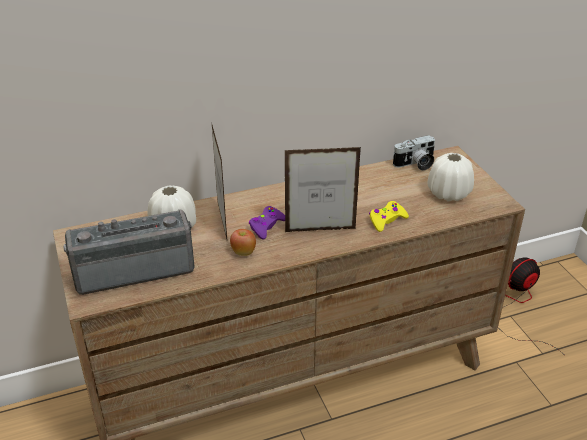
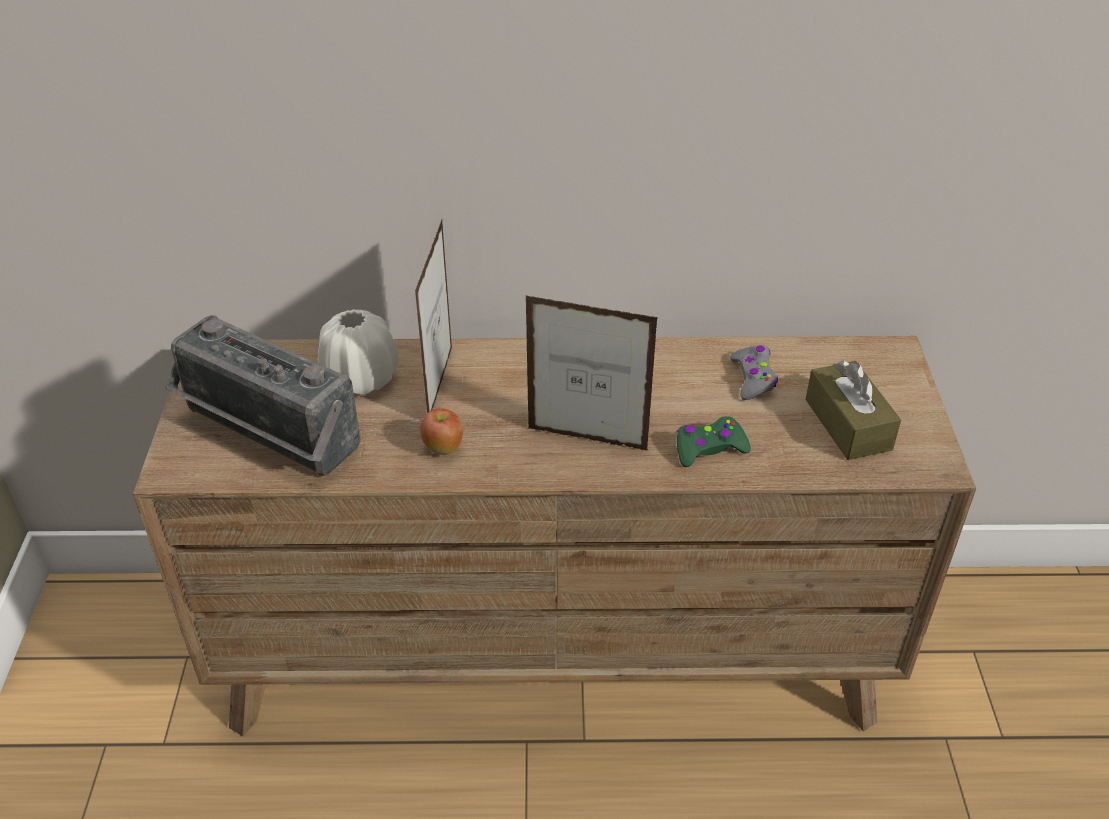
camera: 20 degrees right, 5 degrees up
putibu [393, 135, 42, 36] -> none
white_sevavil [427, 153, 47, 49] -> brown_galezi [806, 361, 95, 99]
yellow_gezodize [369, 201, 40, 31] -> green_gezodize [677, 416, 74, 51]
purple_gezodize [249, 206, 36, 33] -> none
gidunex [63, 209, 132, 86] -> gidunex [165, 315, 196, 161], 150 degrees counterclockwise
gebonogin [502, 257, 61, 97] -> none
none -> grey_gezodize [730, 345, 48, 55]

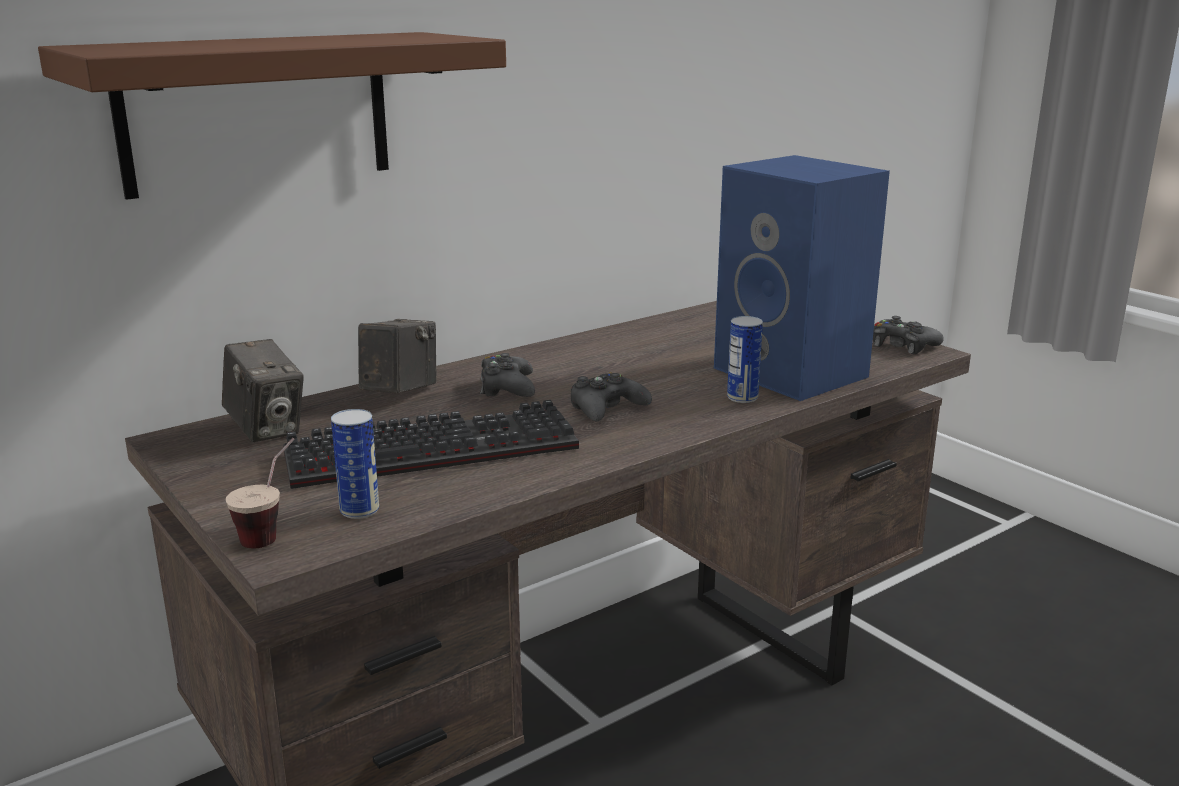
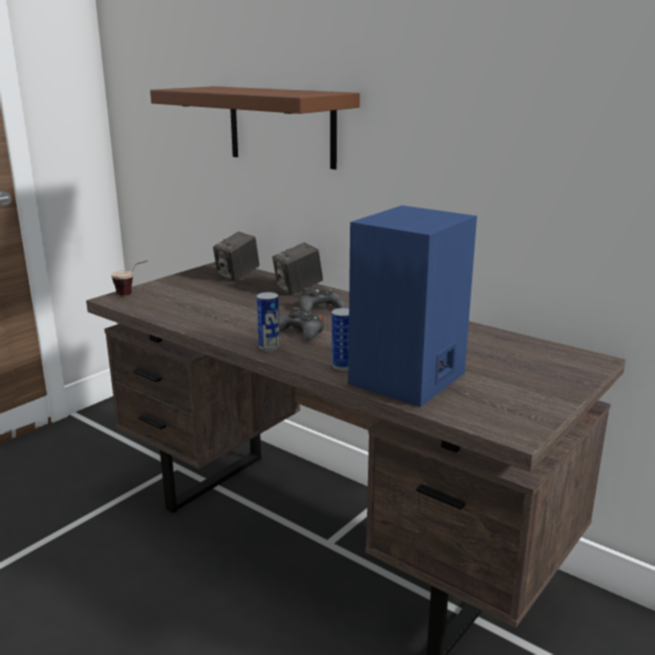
camera: 75 degrees right, 0 degrees up
black_gezodize [873, 316, 71, 38] -> none
putibu [358, 319, 79, 75] -> putibu [272, 242, 51, 53], 135 degrees clockwise
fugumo [283, 400, 296, 89] -> none
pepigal [331, 409, 48, 110] -> pepigal [257, 292, 23, 59], move

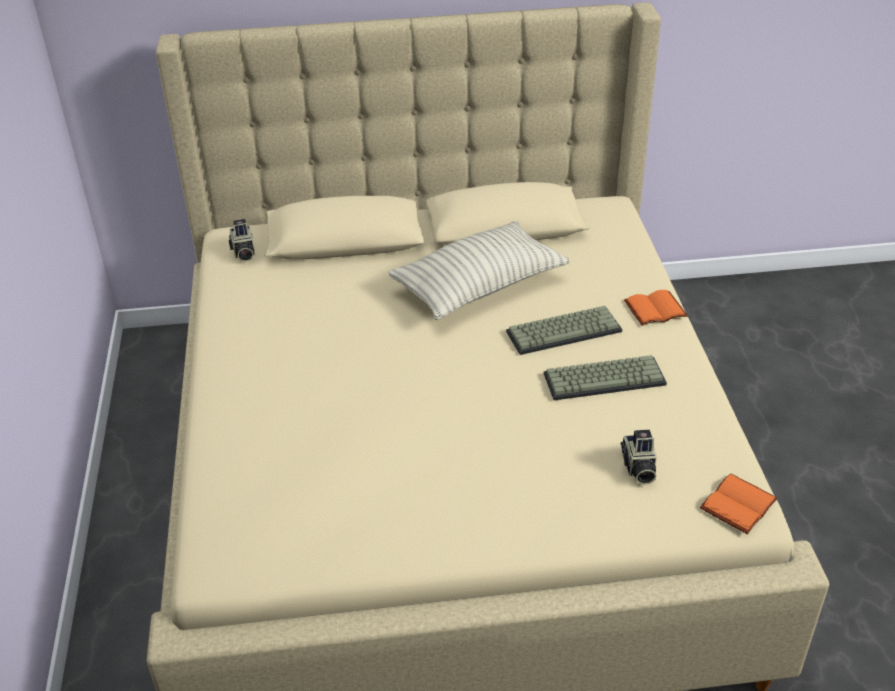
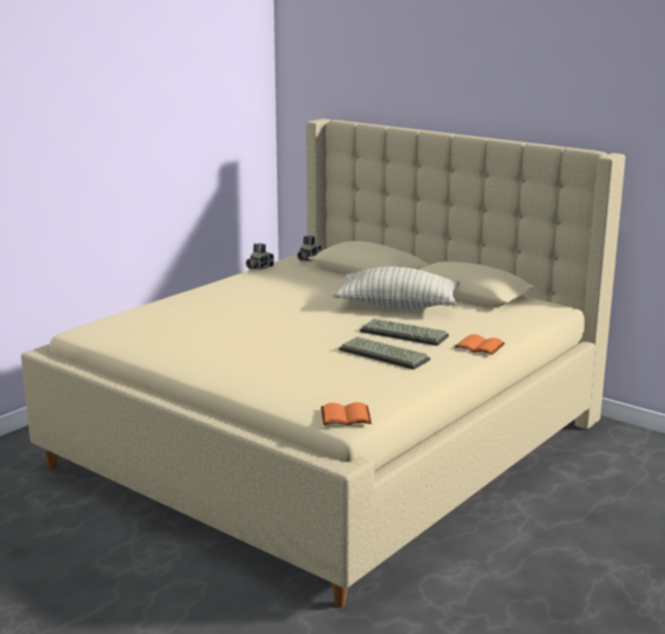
camera: 45 degrees right, 20 degrees down
putibu [621, 430, 36, 55] -> putibu [246, 243, 28, 27], move

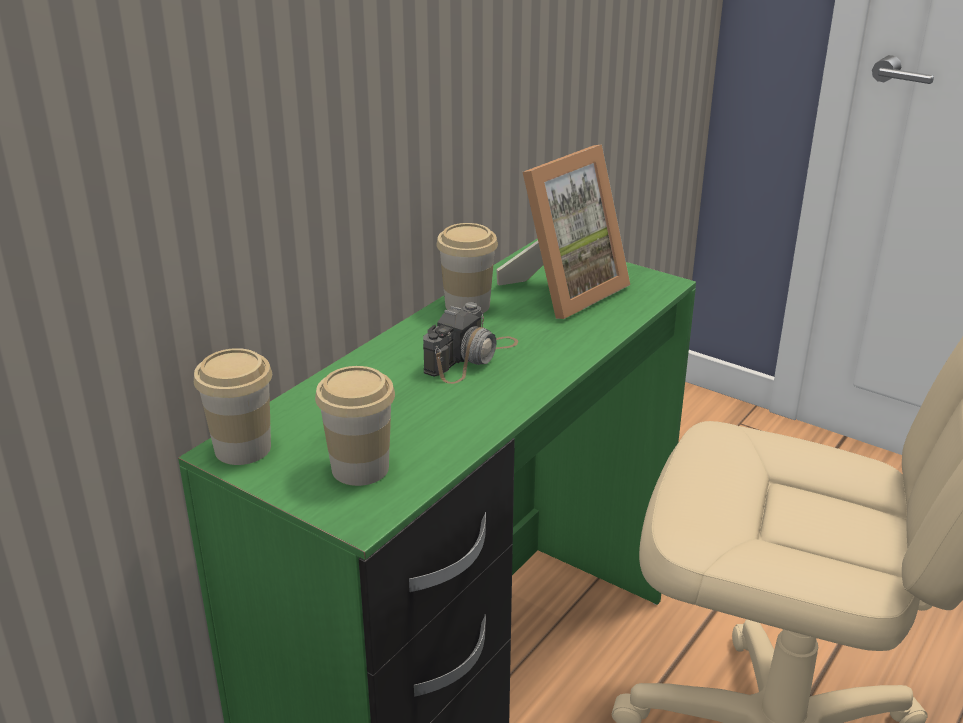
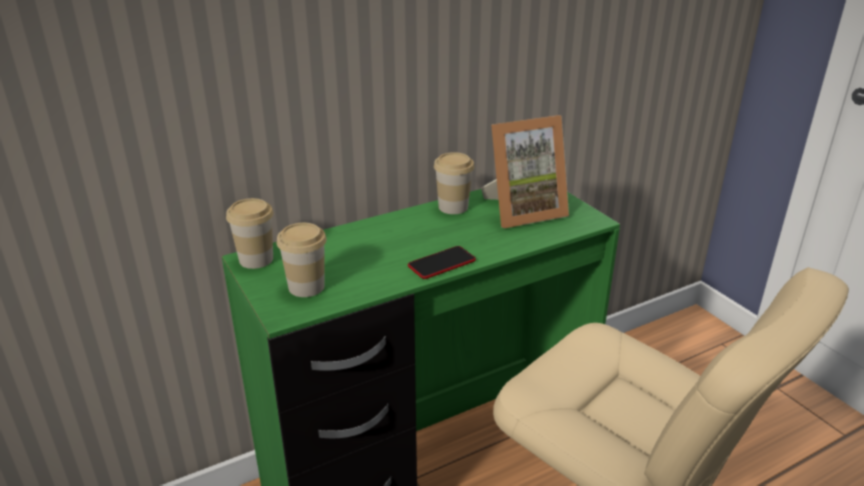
camera: 25 degrees right, 0 degrees up
putibu [423, 302, 95, 82] -> none
none -> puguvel [408, 246, 68, 33]

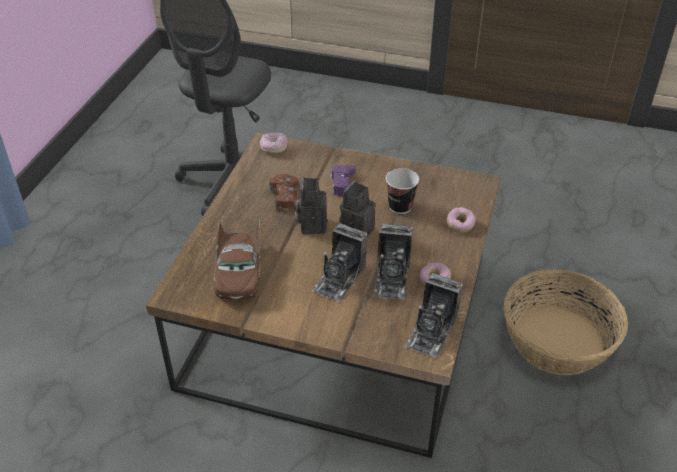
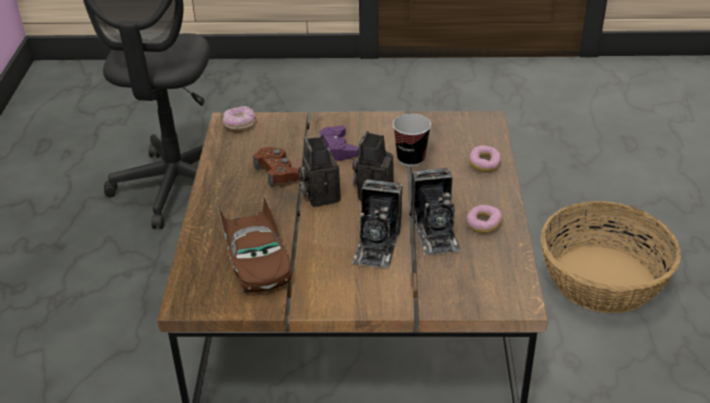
camera: 15 degrees left, 5 degrees down
putibu [405, 273, 58, 85] -> none

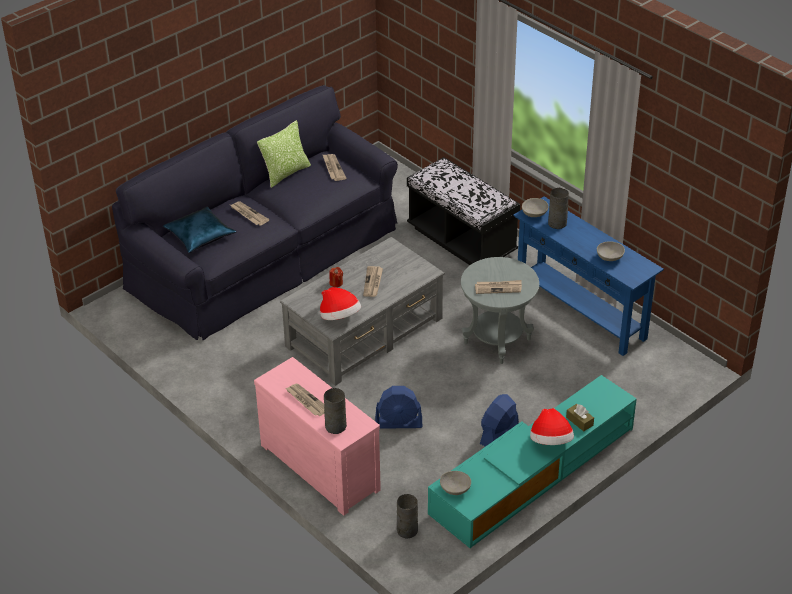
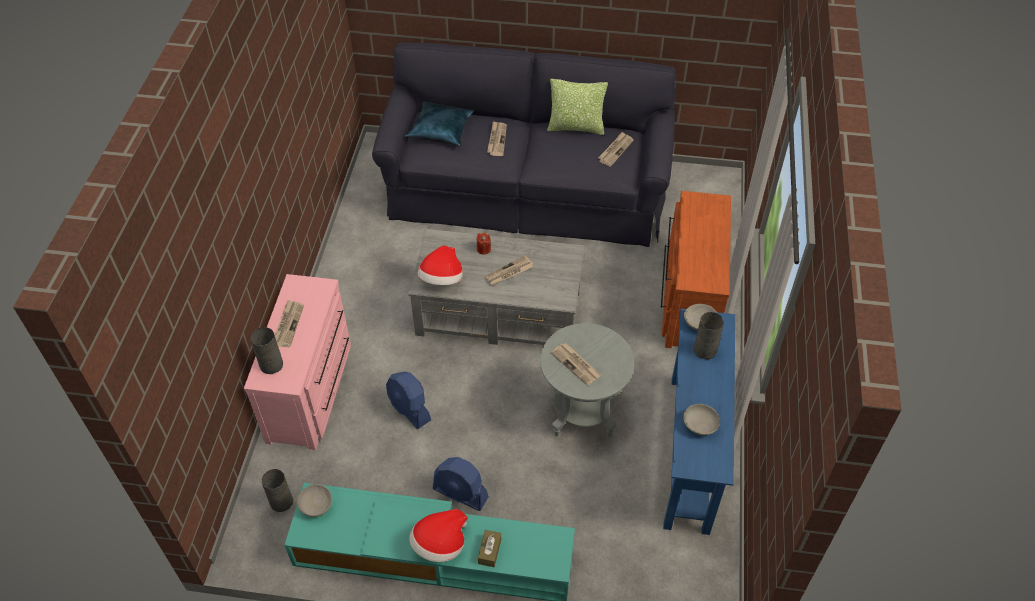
camera: 50 degrees right, 10 degrees up
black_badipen [407, 157, 113, 108] -> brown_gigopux [661, 191, 70, 157]
blue_gebonogin [480, 394, 39, 53] -> blue_gebonogin [433, 457, 56, 54], 150 degrees counterclockwise

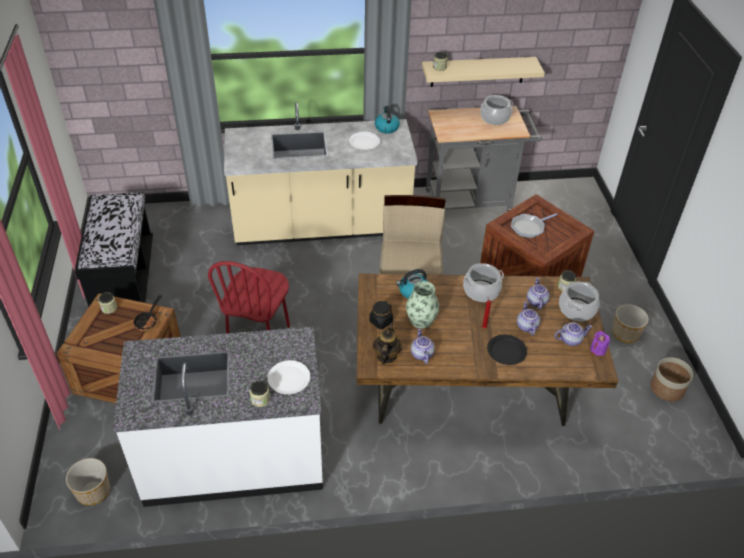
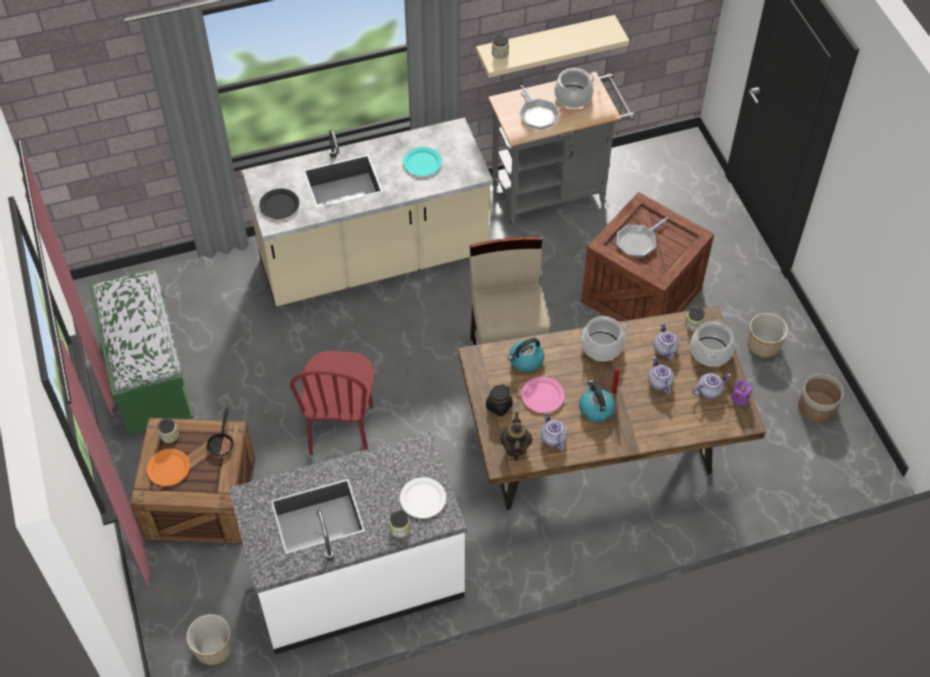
camera: 10 degrees left, 10 degrees up
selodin [375, 106, 25, 28] -> selodin [579, 380, 36, 42], move
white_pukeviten [349, 132, 31, 18] -> turquoise_pukeviten [403, 147, 39, 29]
black_badipen [74, 192, 79, 115] -> green_badipen [89, 269, 105, 166]
sevavil [406, 281, 33, 47] -> pink_pukeviten [521, 377, 44, 36]
black_pukeviten [487, 335, 40, 30] -> black_pukeviten [259, 189, 40, 30], move
none -> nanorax [519, 85, 41, 44]
none -> orange_pukeviten [147, 449, 43, 37]

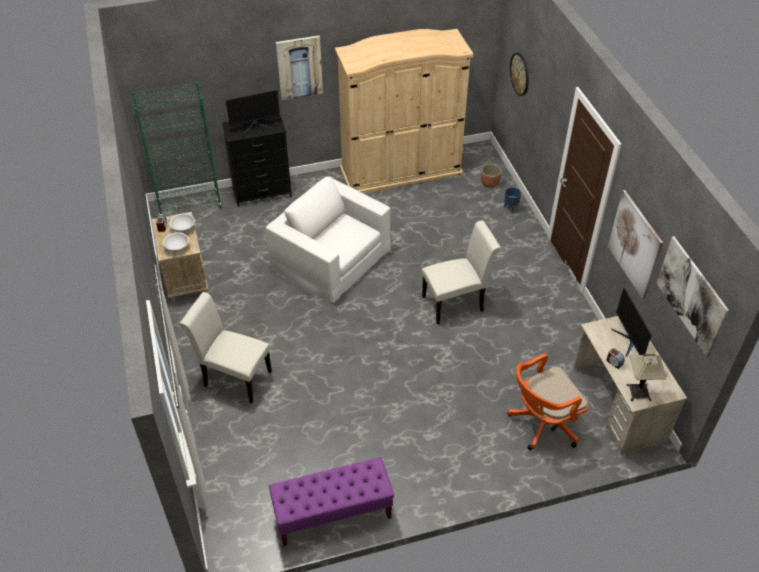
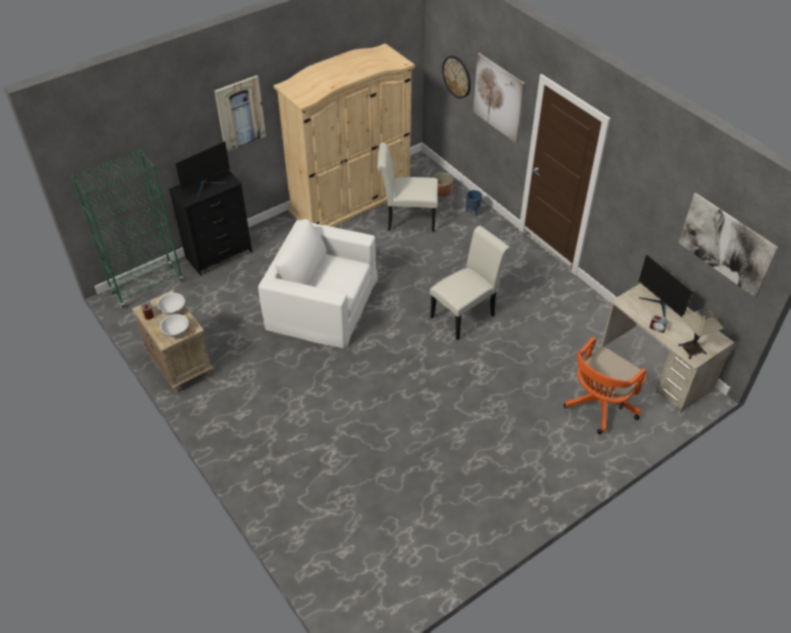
camera: 20 degrees left, 0 degrees up
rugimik [608, 190, 55, 109] -> rugimik [473, 53, 52, 90], move
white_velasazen [179, 292, 93, 111] -> white_velasazen [377, 143, 61, 89], move
purple_badipen [269, 457, 125, 89] -> none

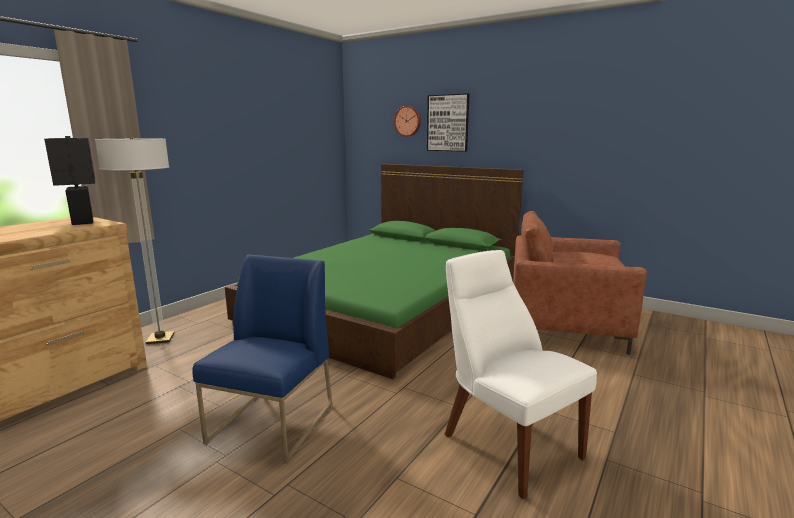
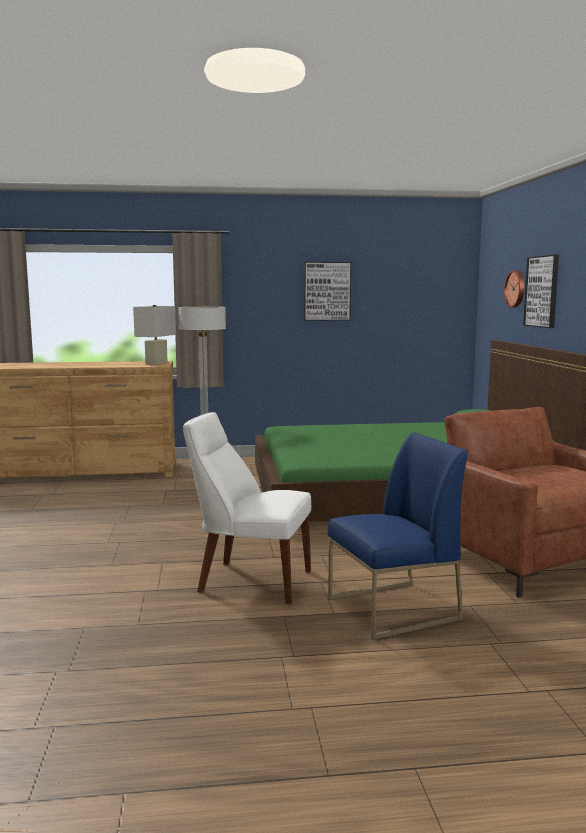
camera: 50 degrees right, 5 degrees down
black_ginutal [44, 136, 51, 89] -> white_ginutal [133, 305, 43, 60]
white_velasazen [444, 250, 153, 249] -> white_velasazen [183, 412, 128, 192], 90 degrees counterclockwise
blue_velasazen [192, 254, 140, 209] -> blue_velasazen [328, 432, 140, 208], move
none -> rugimik [304, 262, 47, 59]

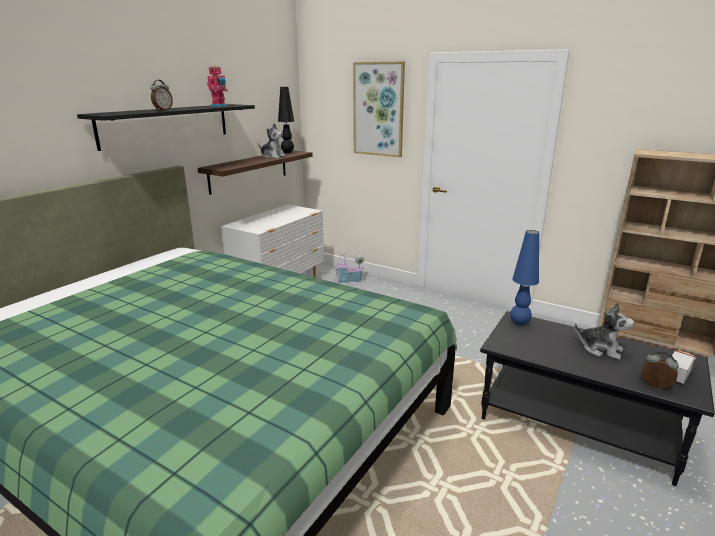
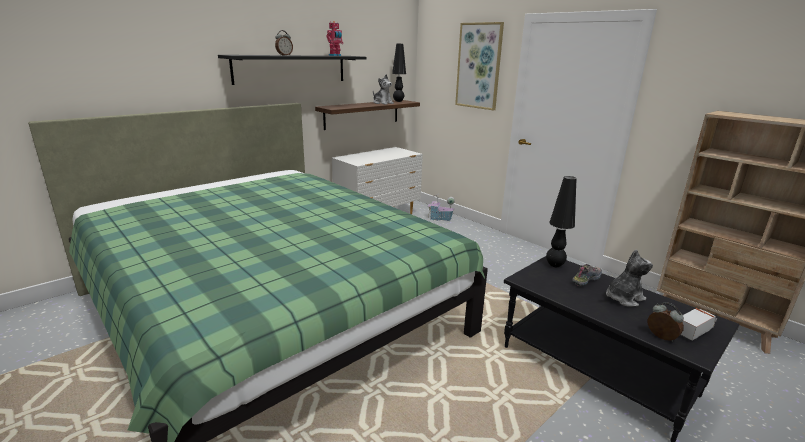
camera: 15 degrees right, 0 degrees up
blue_ginutal [510, 230, 29, 96] -> black_ginutal [546, 176, 31, 91]
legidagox [575, 302, 59, 58] -> legidagox [606, 249, 47, 58], 75 degrees counterclockwise
none -> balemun [572, 264, 30, 22]

